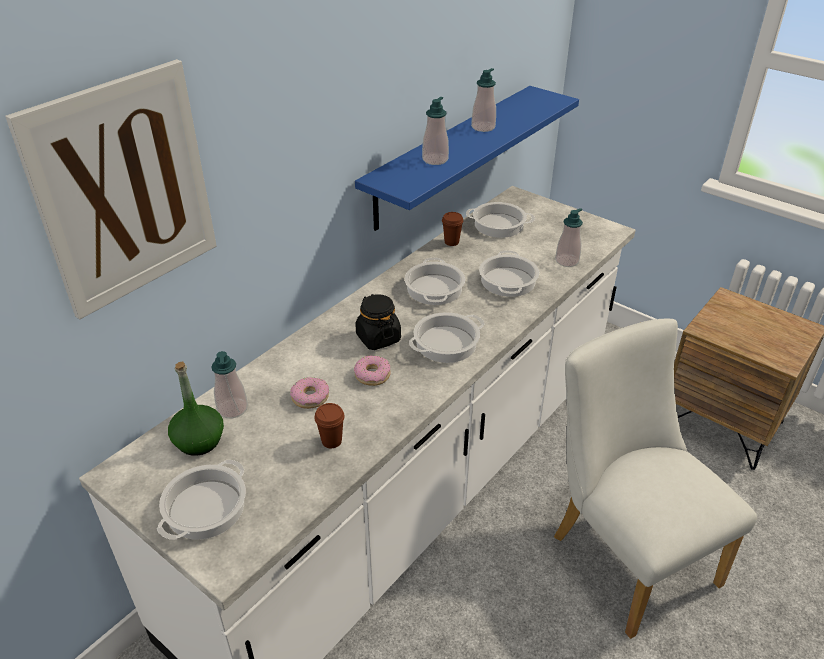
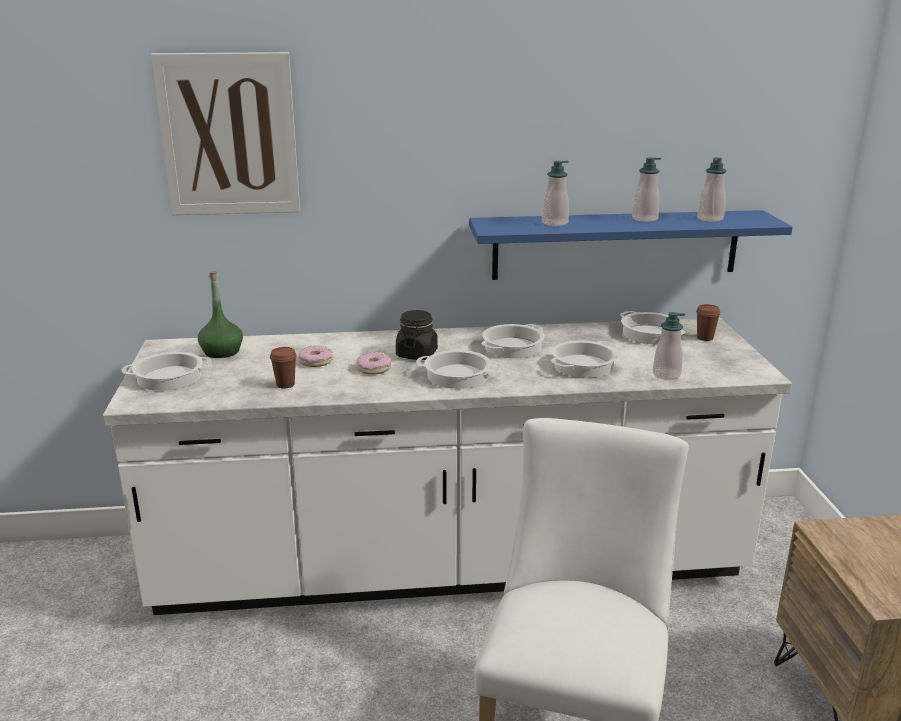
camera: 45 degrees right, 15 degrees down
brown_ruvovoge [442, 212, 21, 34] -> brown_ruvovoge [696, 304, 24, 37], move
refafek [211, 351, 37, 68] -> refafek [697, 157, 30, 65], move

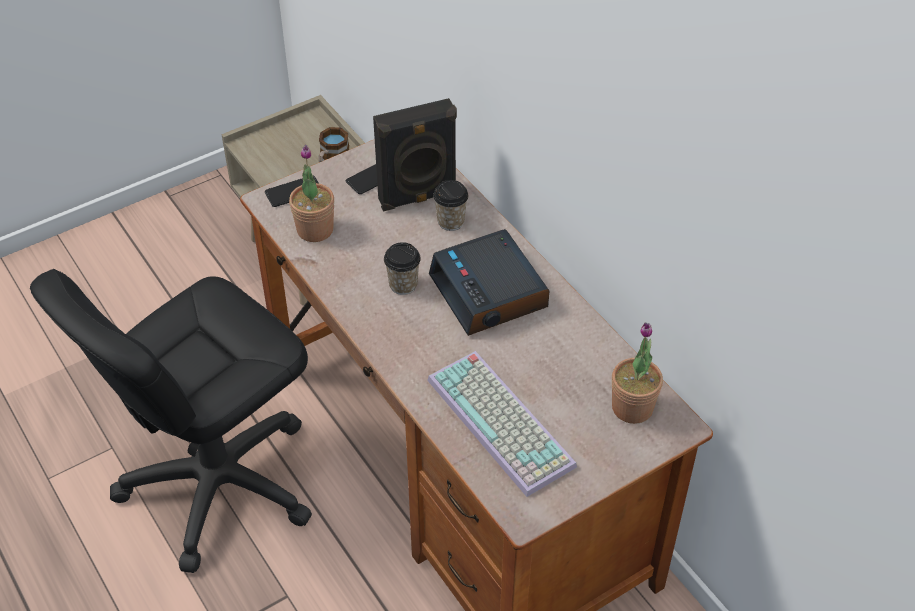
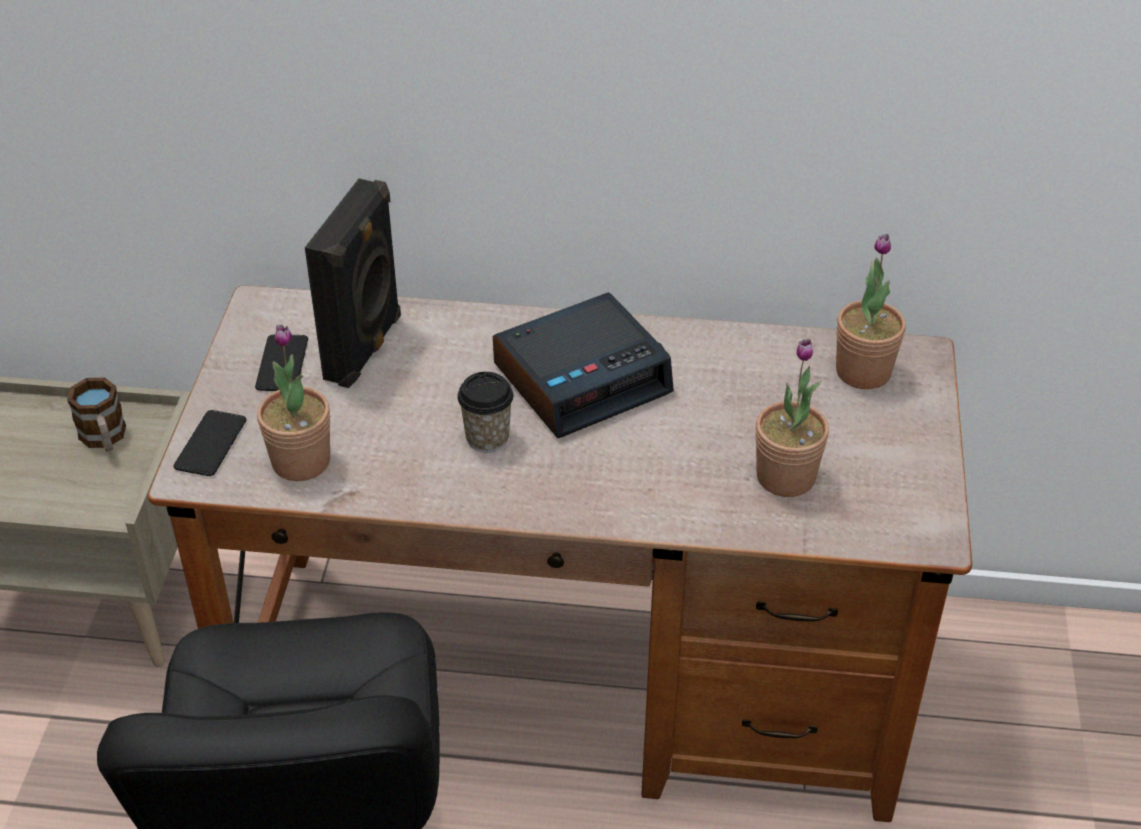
camera: 50 degrees left, 5 degrees down
ruvovoge [433, 180, 35, 51] -> none
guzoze [429, 229, 120, 107] -> guzoze [493, 292, 181, 146], 45 degrees counterclockwise
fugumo [427, 351, 150, 146] -> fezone [755, 339, 74, 158]

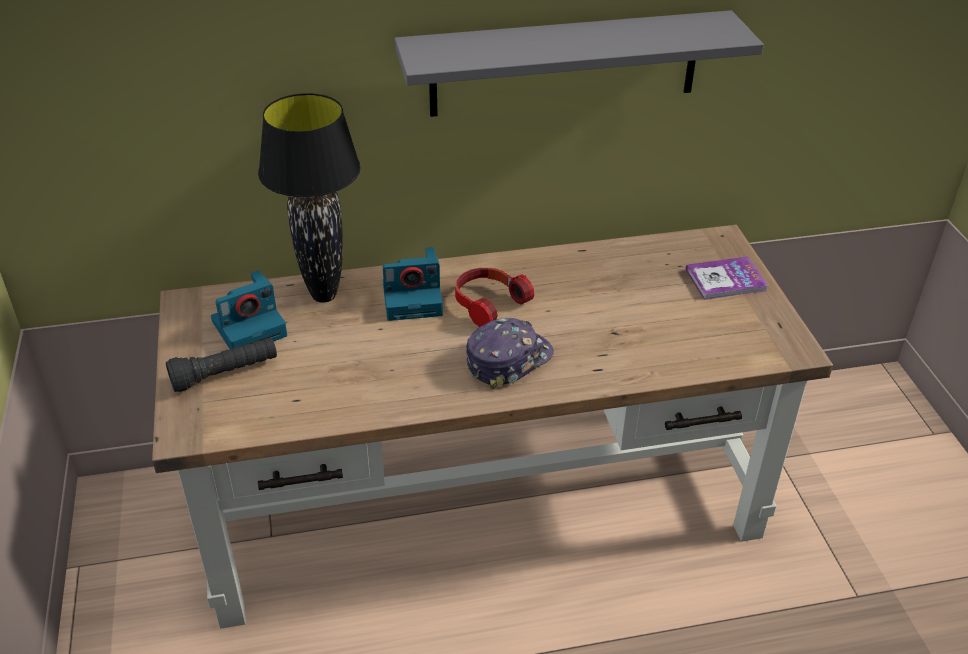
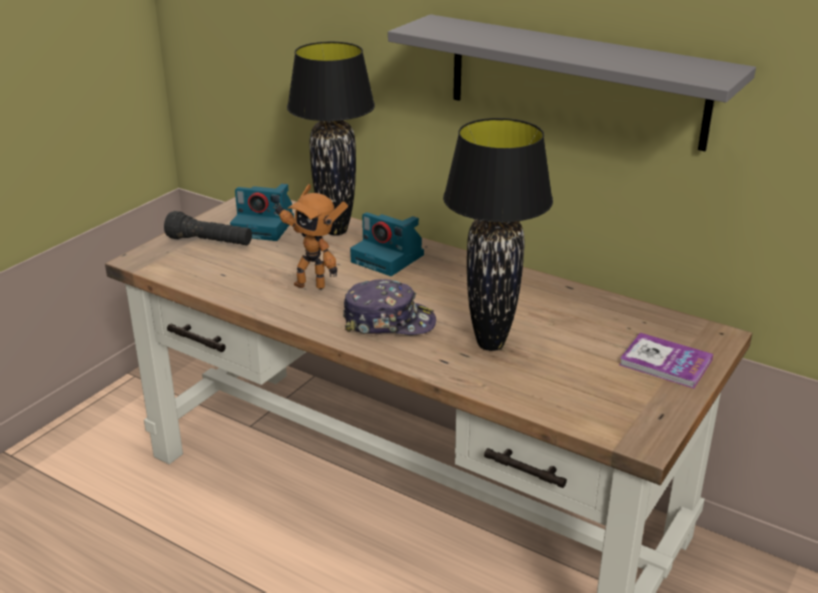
camera: 45 degrees right, 10 degrees down
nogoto [455, 268, 79, 59] -> none
none -> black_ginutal [443, 118, 110, 233]
none -> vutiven [273, 184, 75, 105]

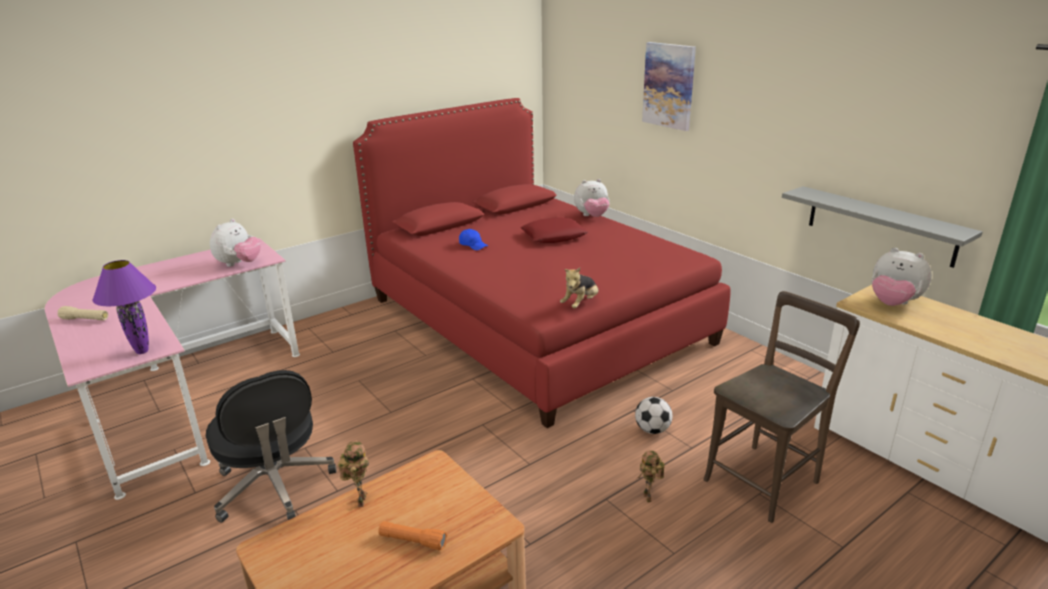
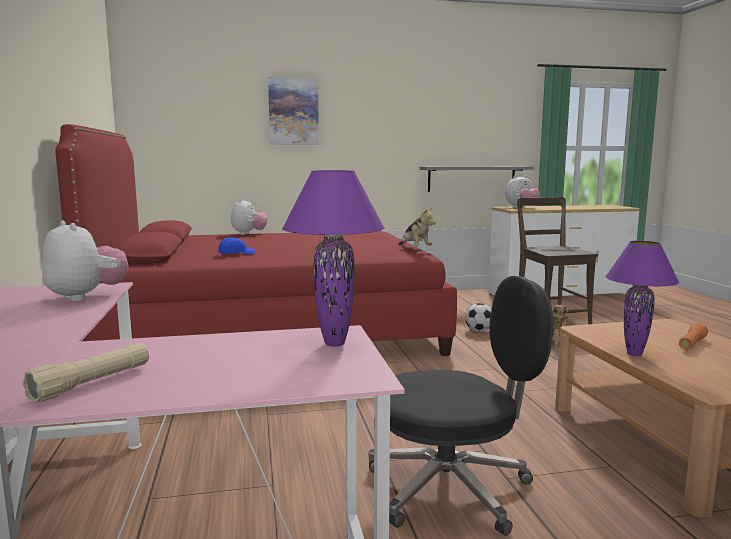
camera: 65 degrees left, 15 degrees down
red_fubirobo [521, 217, 67, 26] -> none
vutiven [338, 441, 31, 66] -> purple_ginutal [605, 241, 74, 115]

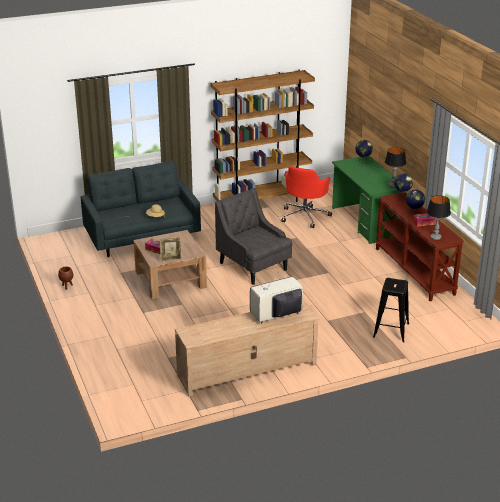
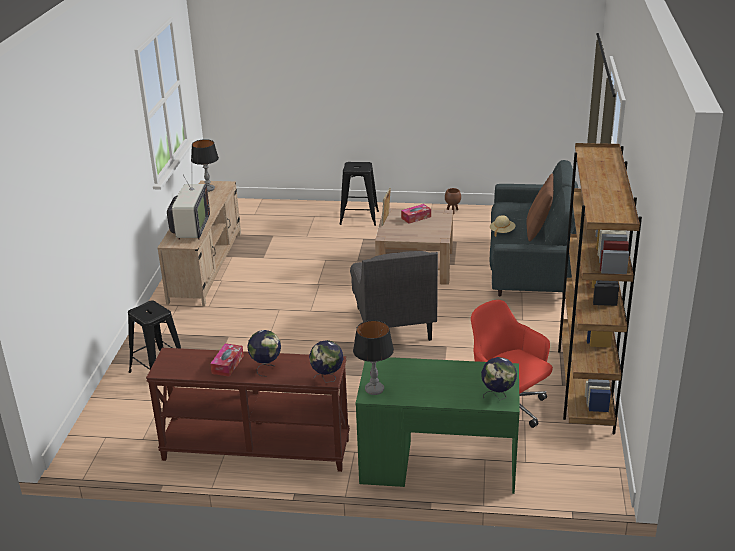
camera: 120 degrees right, 0 degrees up
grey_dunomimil [215, 188, 78, 97] -> grey_dunomimil [350, 251, 88, 90], 90 degrees clockwise
ginutal [427, 195, 24, 45] -> ginutal [191, 139, 28, 53], move
none -> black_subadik [339, 162, 40, 64]
none -> brown_fubirobo [526, 174, 27, 68]

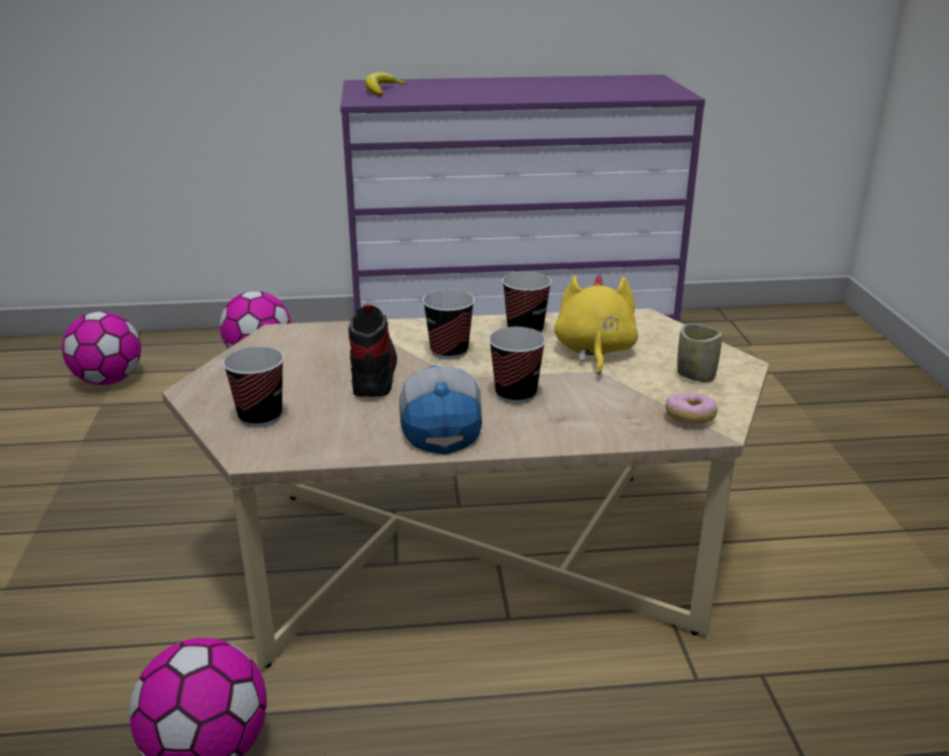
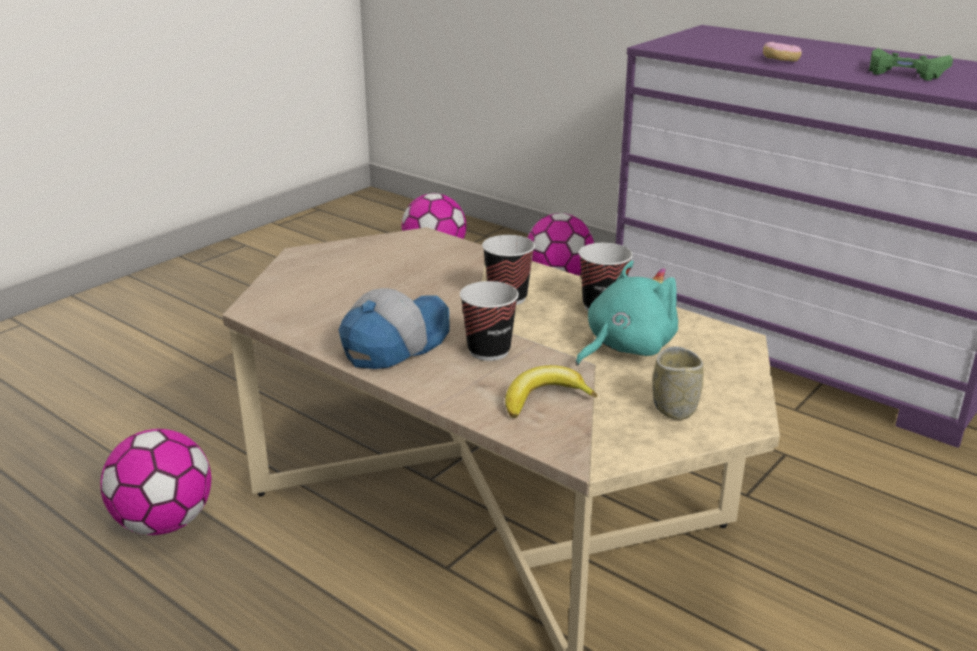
camera: 45 degrees right, 0 degrees up
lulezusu [365, 72, 42, 24] -> lulezusu [505, 365, 93, 53], move
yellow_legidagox [555, 274, 83, 101] -> turquoise_legidagox [576, 261, 102, 105]
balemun [348, 305, 49, 92] -> none
ruvovoge [223, 346, 61, 82] -> none
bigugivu [665, 393, 53, 30] -> bigugivu [763, 42, 39, 20], move
none -> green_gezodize [869, 48, 84, 33]

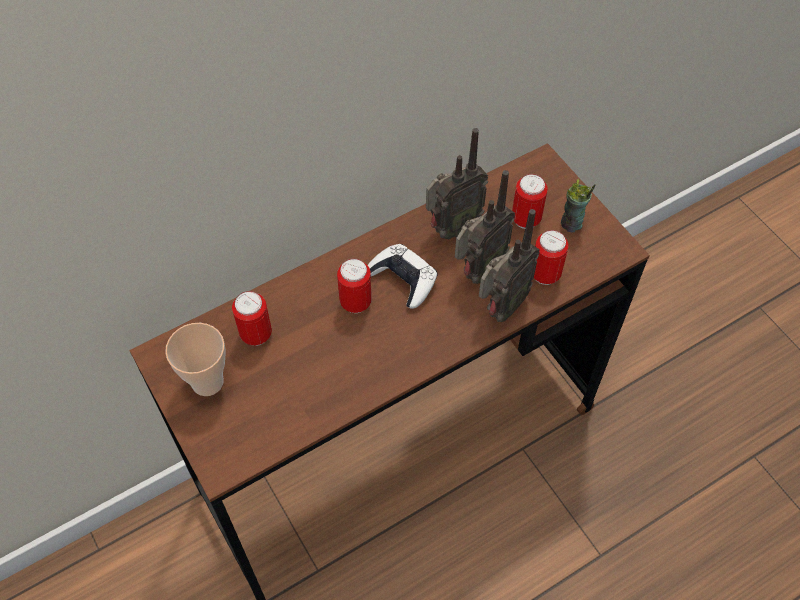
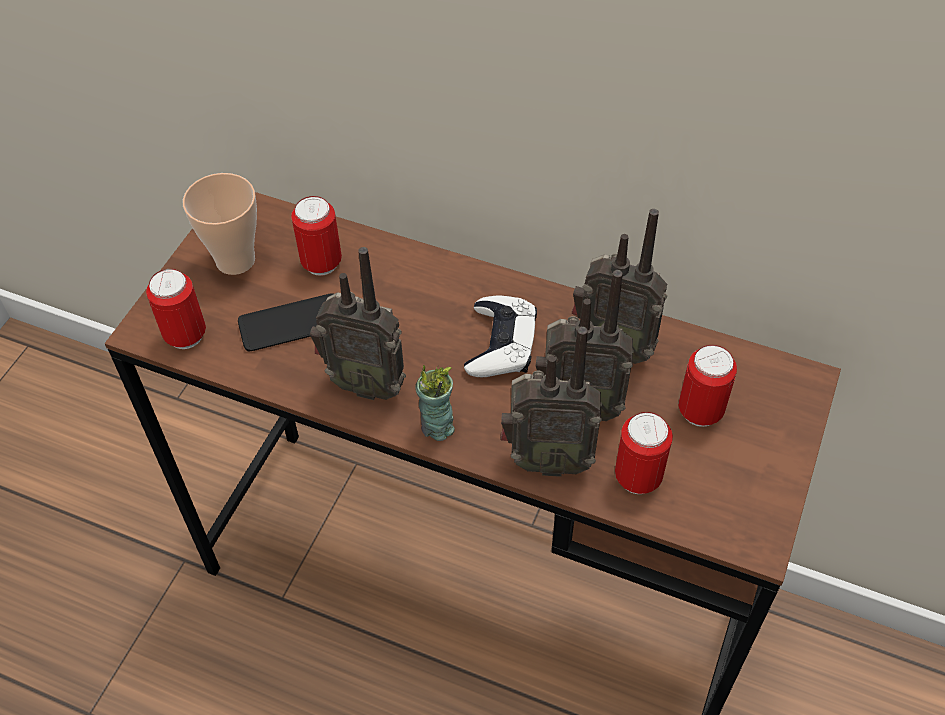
camera: 55 degrees right, 5 degrees down
ruvovoge [561, 179, 35, 53] -> ruvovoge [415, 365, 40, 76], move
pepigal [337, 259, 35, 54] -> pepigal [146, 269, 60, 80], move
none -> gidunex [310, 247, 96, 153]
none -> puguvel [238, 293, 95, 58]

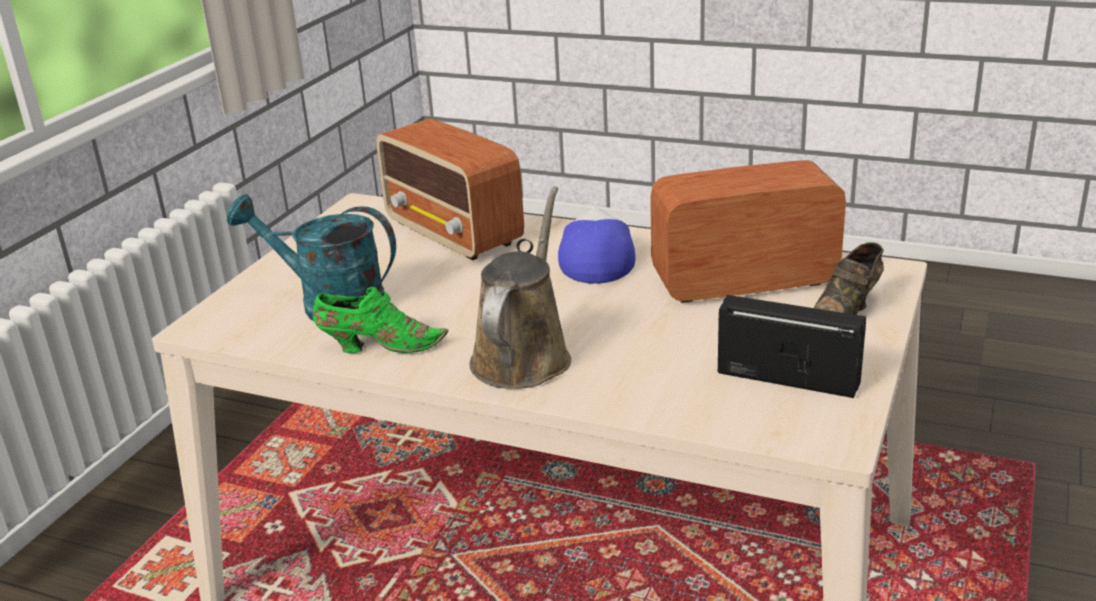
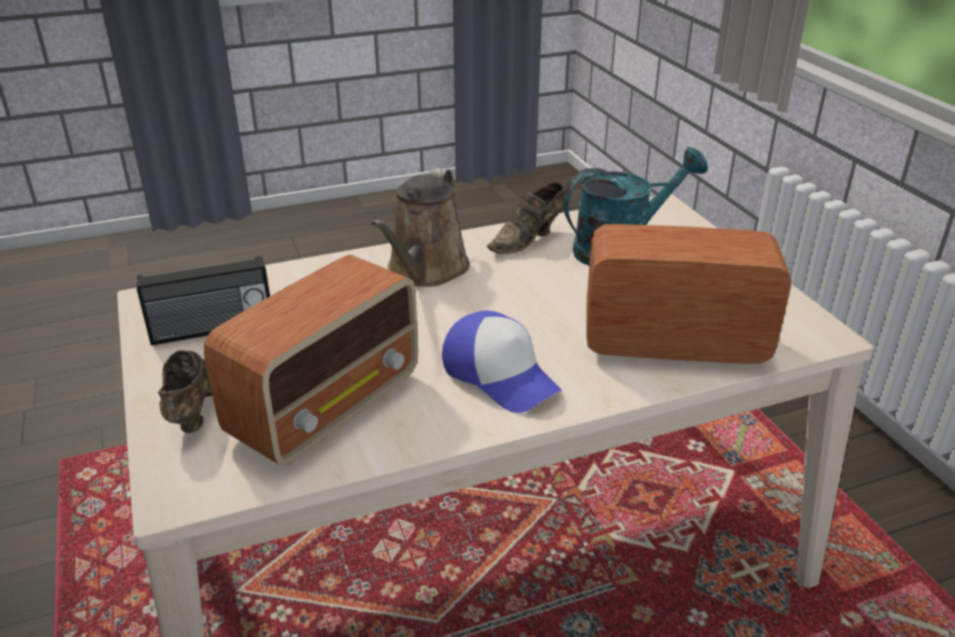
camera: 135 degrees right, 5 degrees up
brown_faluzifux [469, 186, 102, 203] -> brown_faluzifux [371, 168, 99, 119], 45 degrees clockwise
green_balemun [313, 287, 135, 66] -> brown_balemun [487, 182, 78, 72]

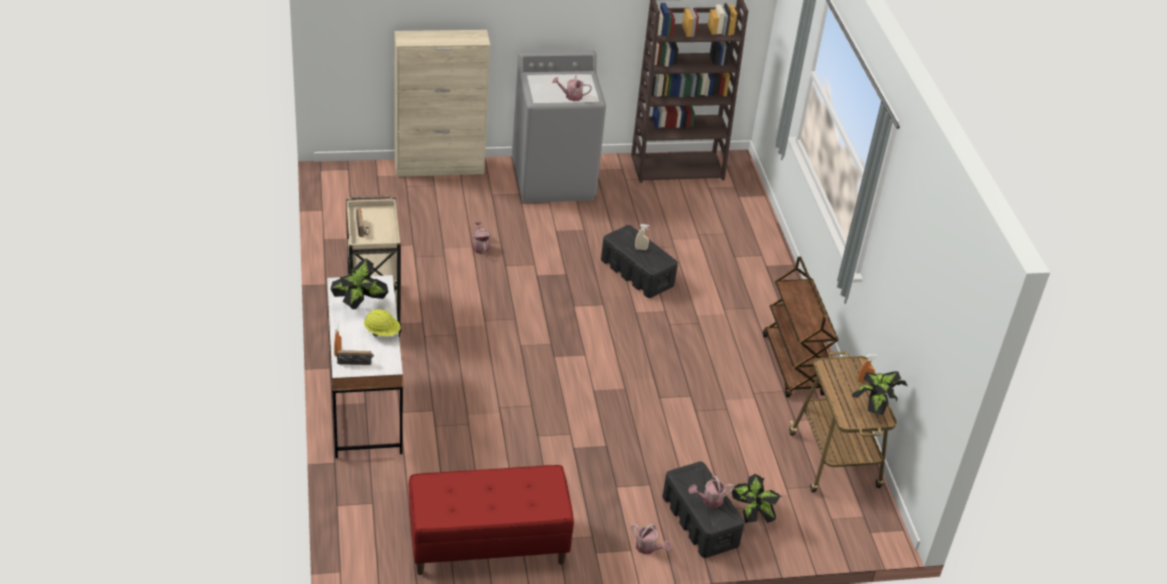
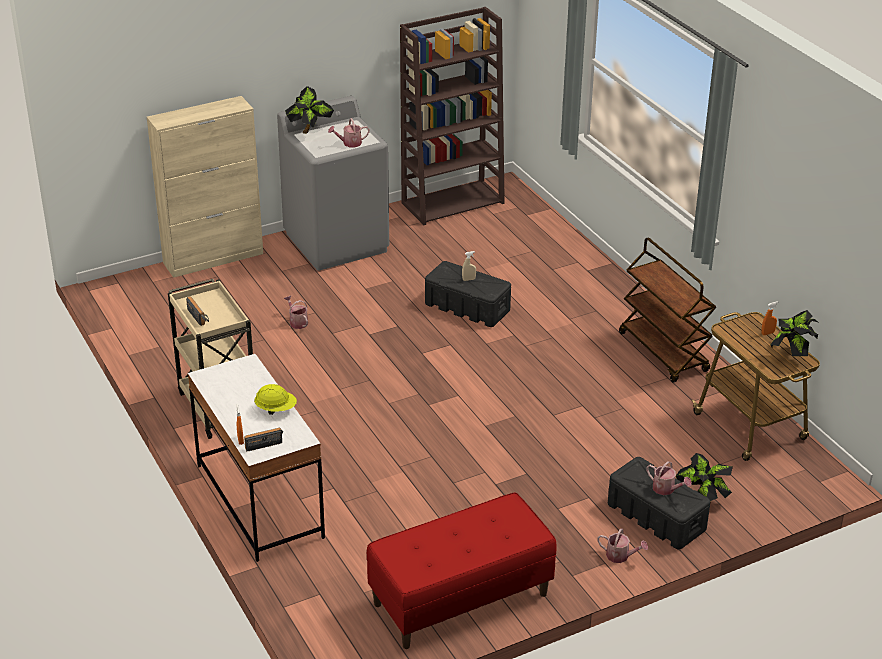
camera: 15 degrees left, 5 degrees down
fezone [330, 259, 59, 50] -> fezone [285, 86, 49, 48], move
faluzifux [689, 476, 45, 32] -> faluzifux [646, 461, 46, 34], 105 degrees counterclockwise

